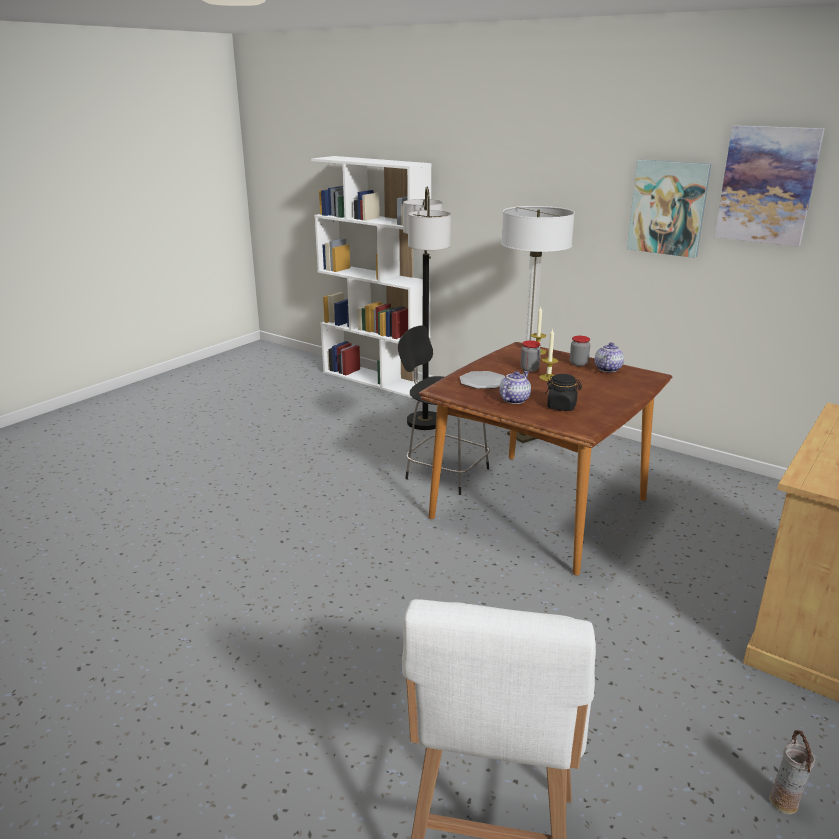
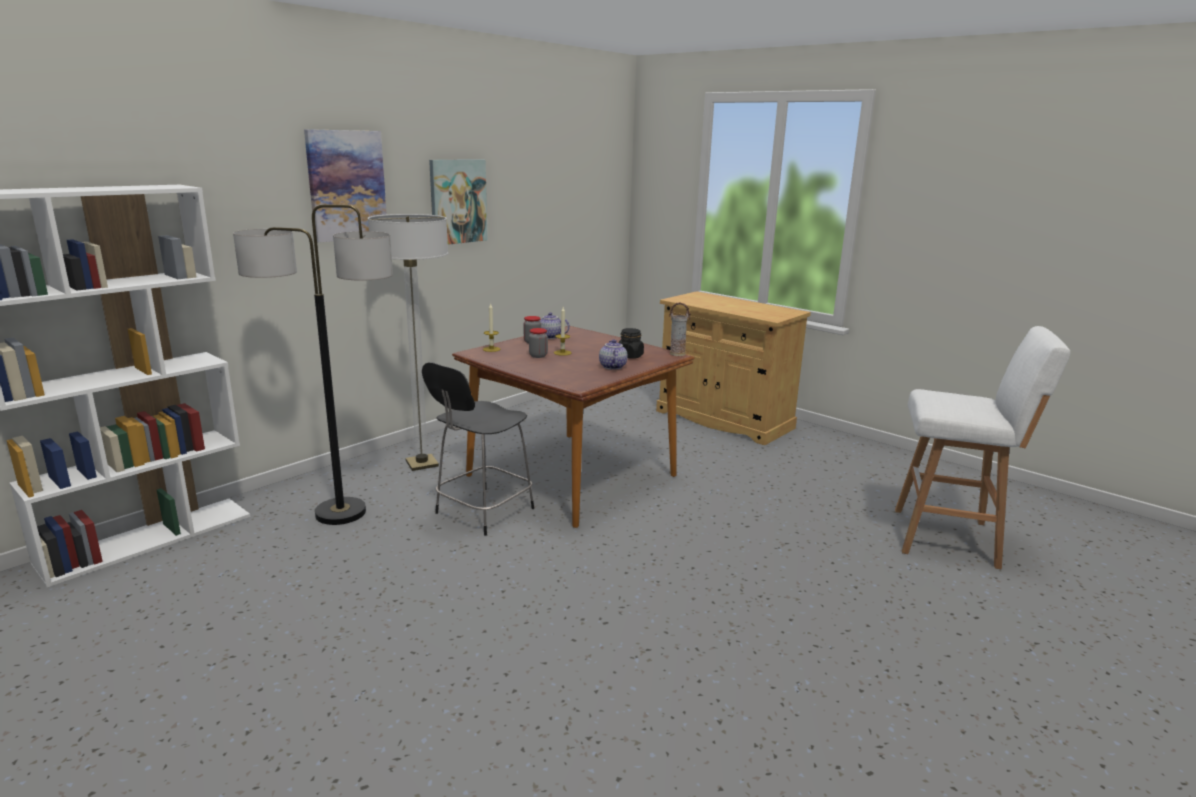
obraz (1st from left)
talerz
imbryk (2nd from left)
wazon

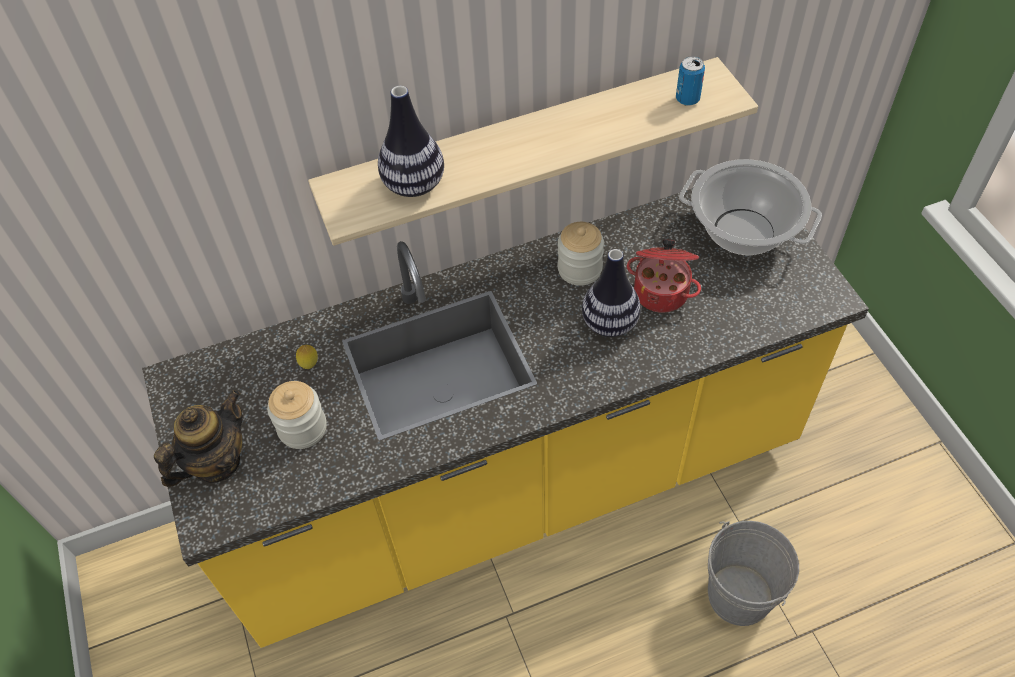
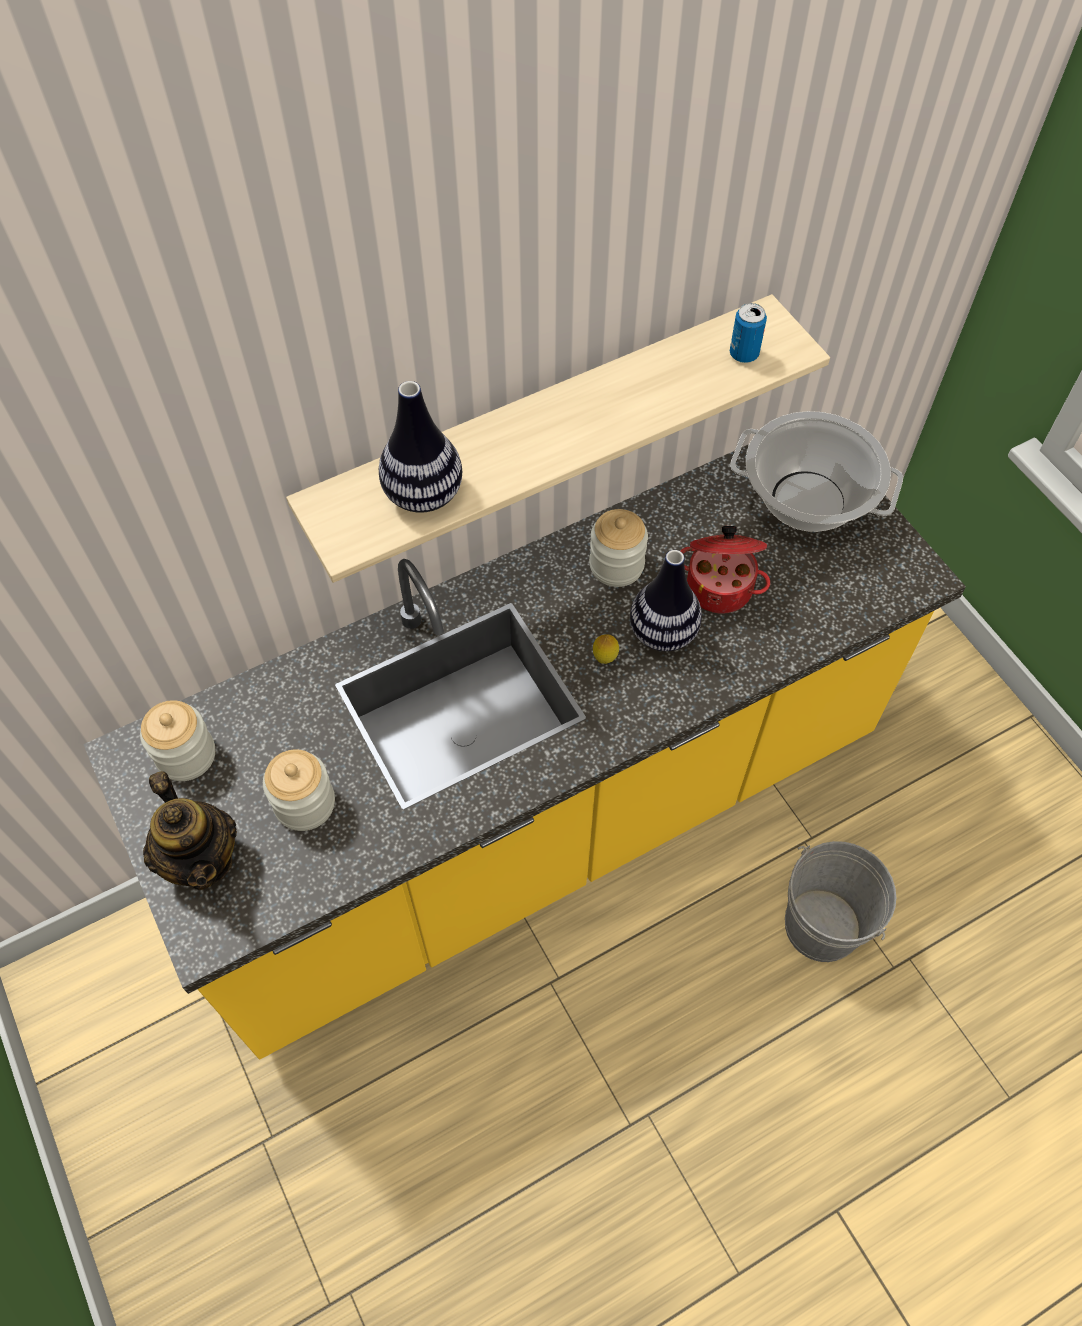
cytryna
imbryk
słoik (1st from left)

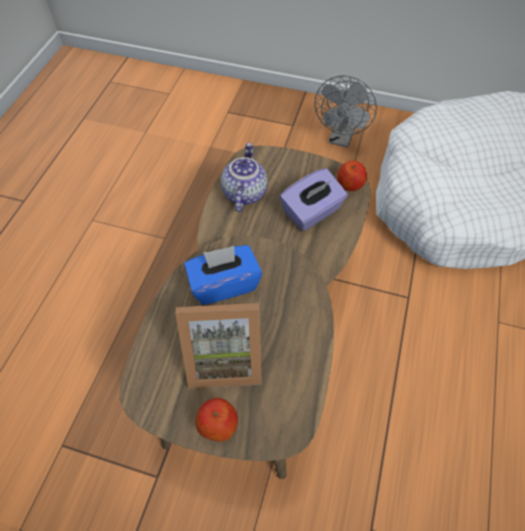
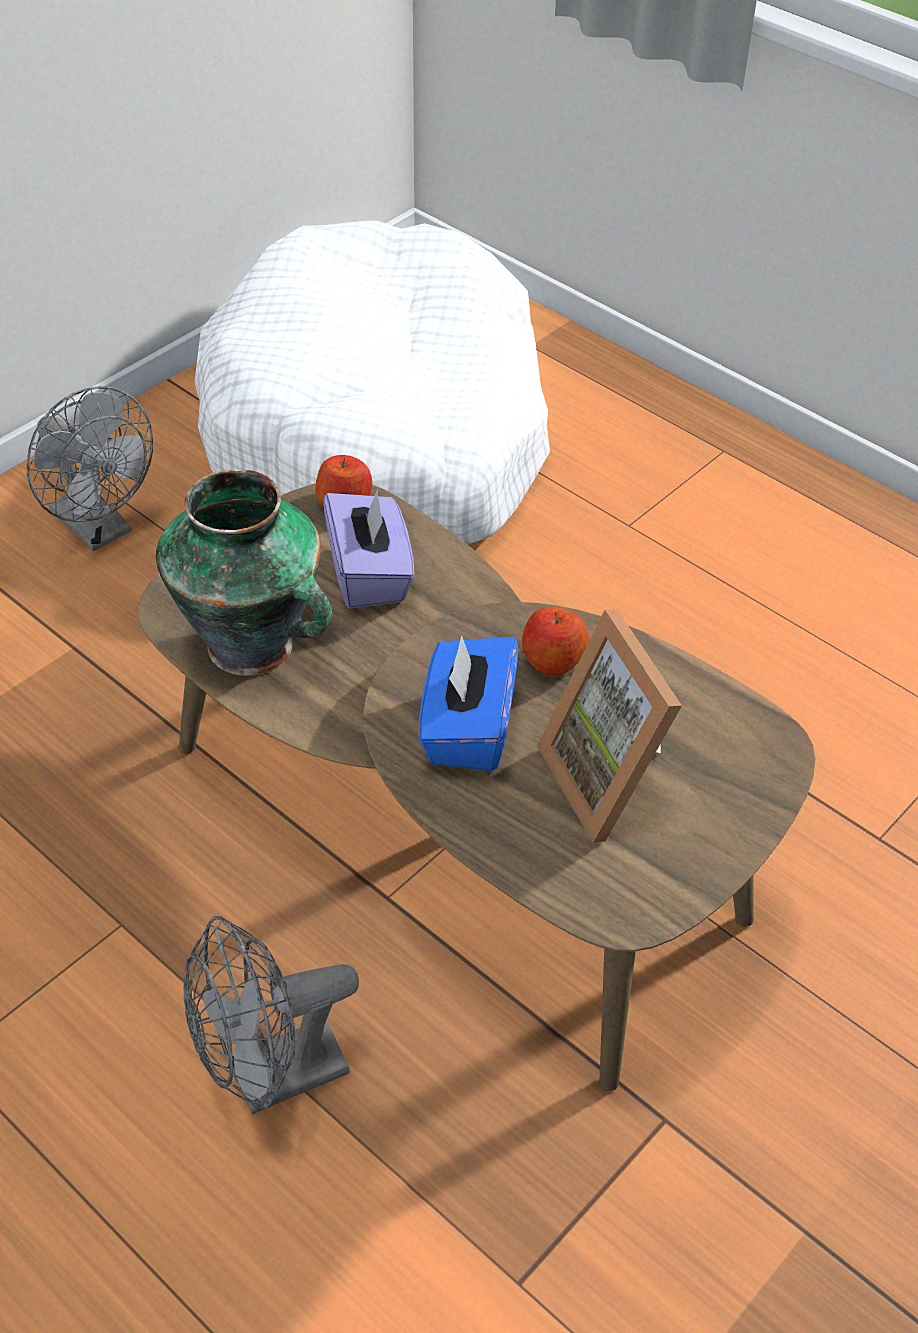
wazon
ramka na zdjęcie
jabłko (2nd from left)
wentylator/szary (2nd from left)

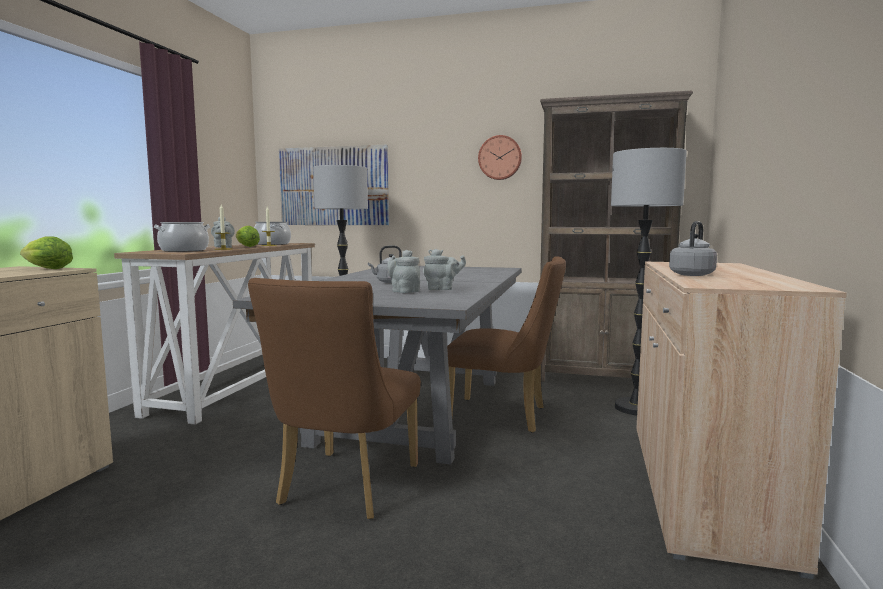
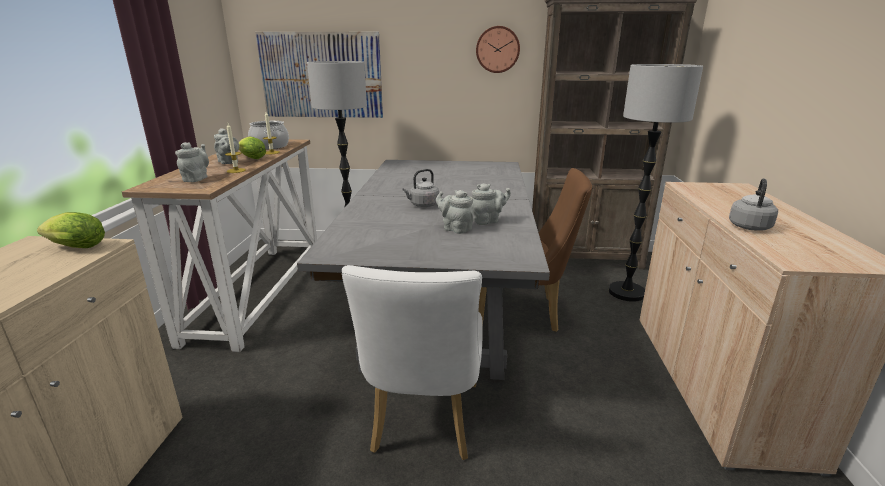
imbryk/szary (1st from left)
krzesło/biały

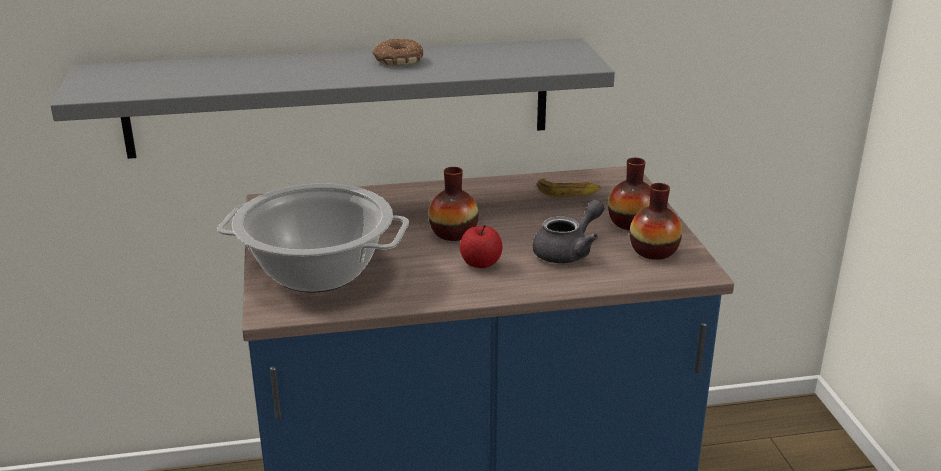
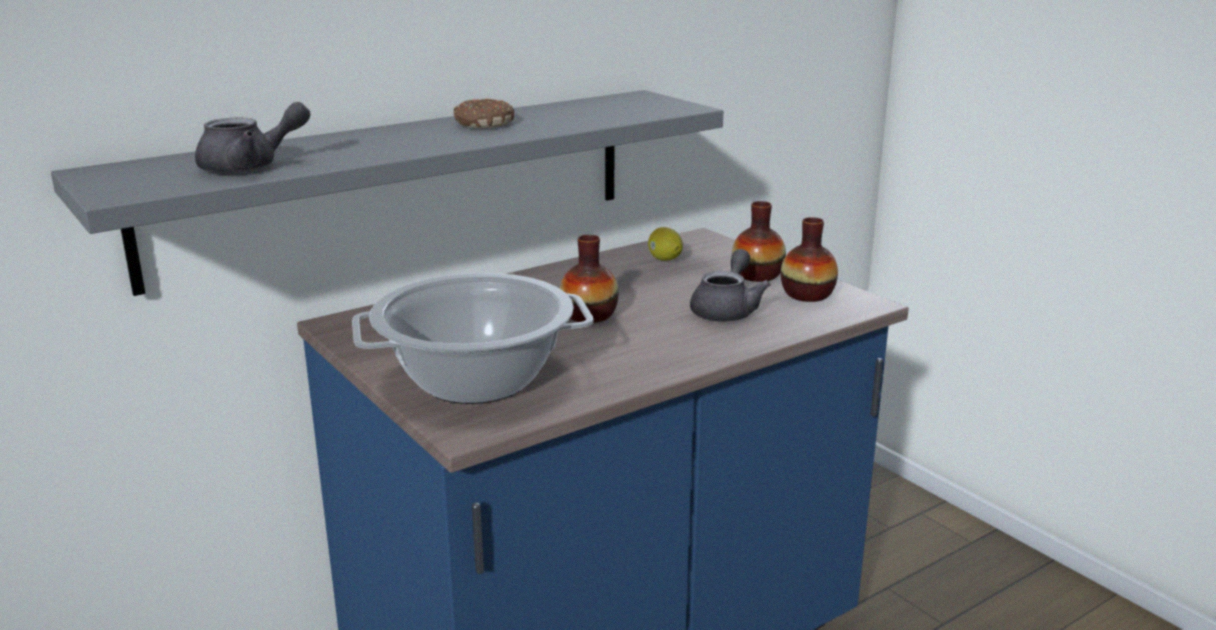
cytryna
jabłko
imbryk/szary (1st from left)

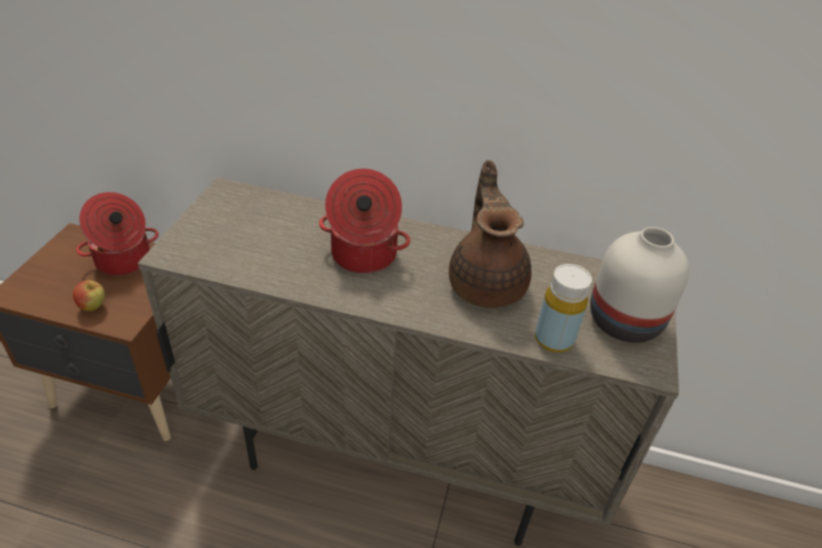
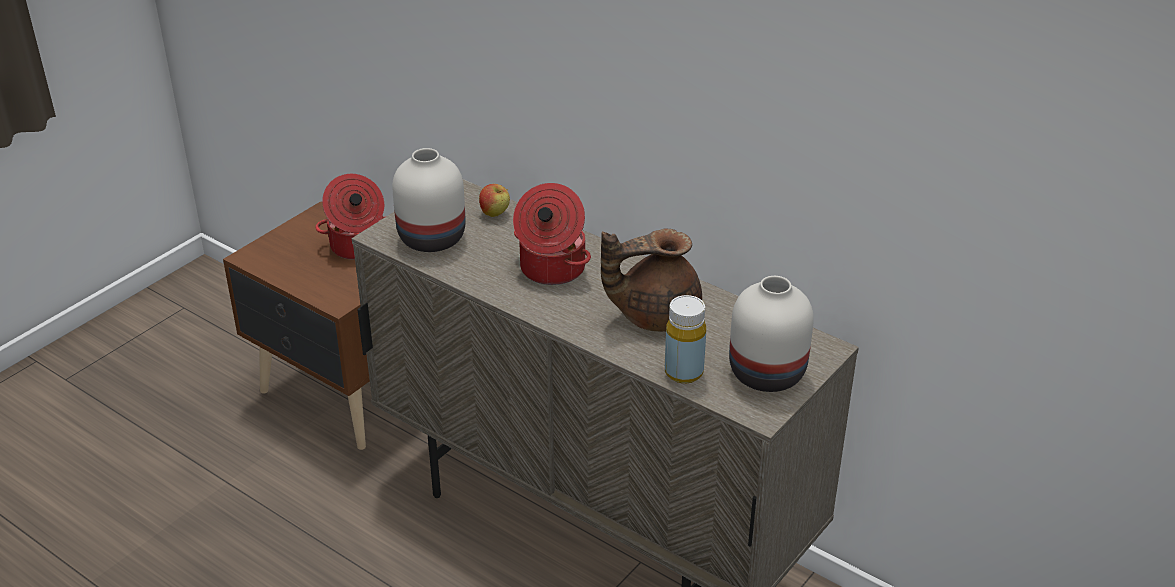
imbryk/brązowy
jabłko
wazon/biały (1st from left)

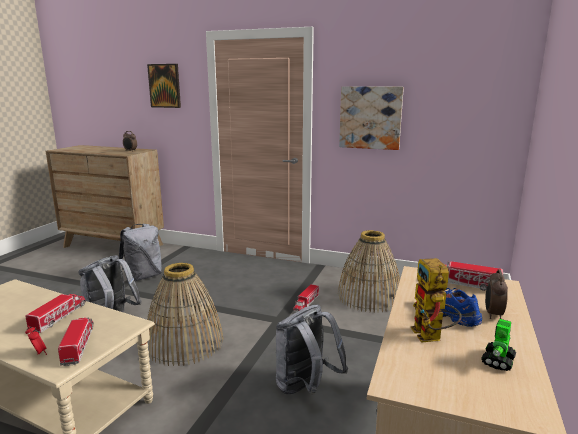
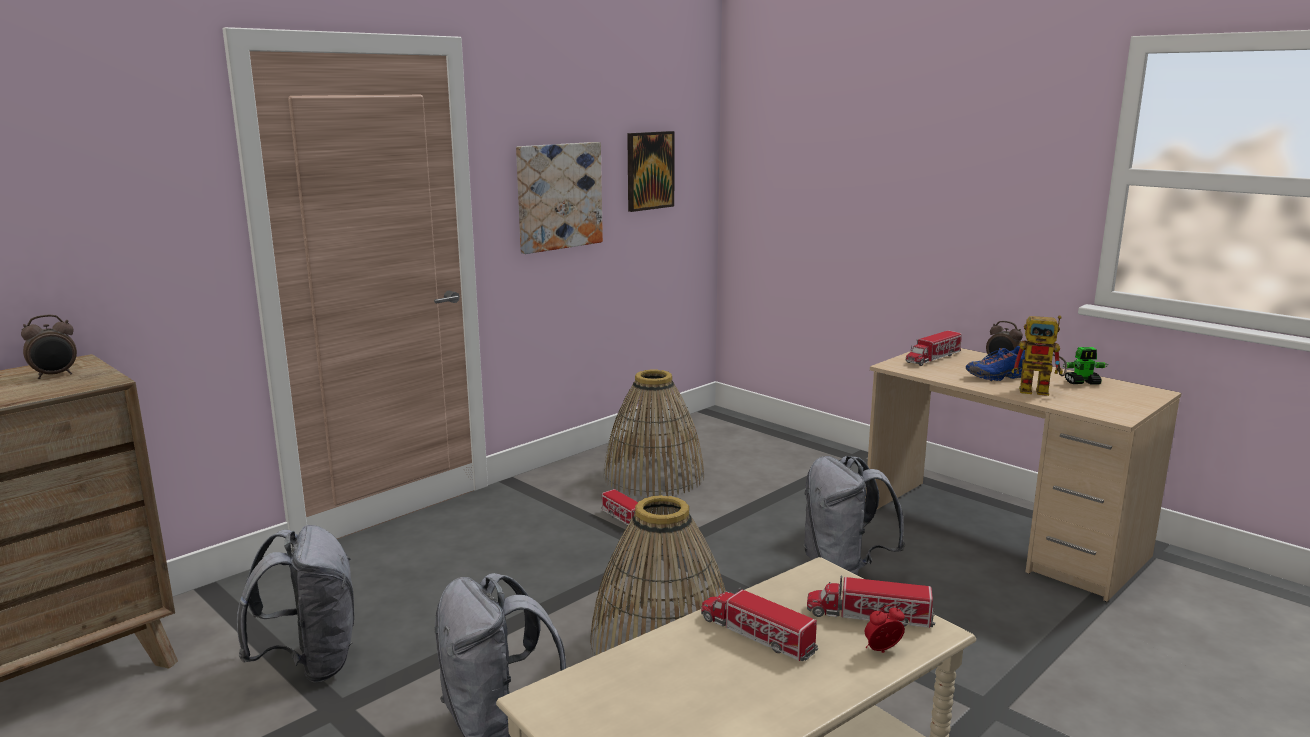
obraz (2nd from left)
robot zabawkowy (2nd from left)

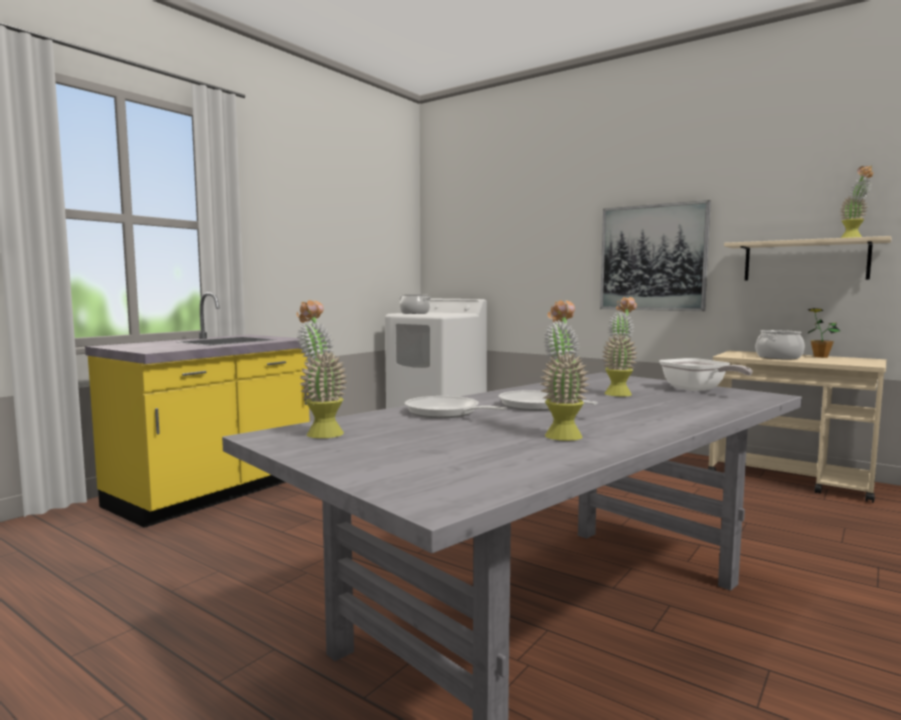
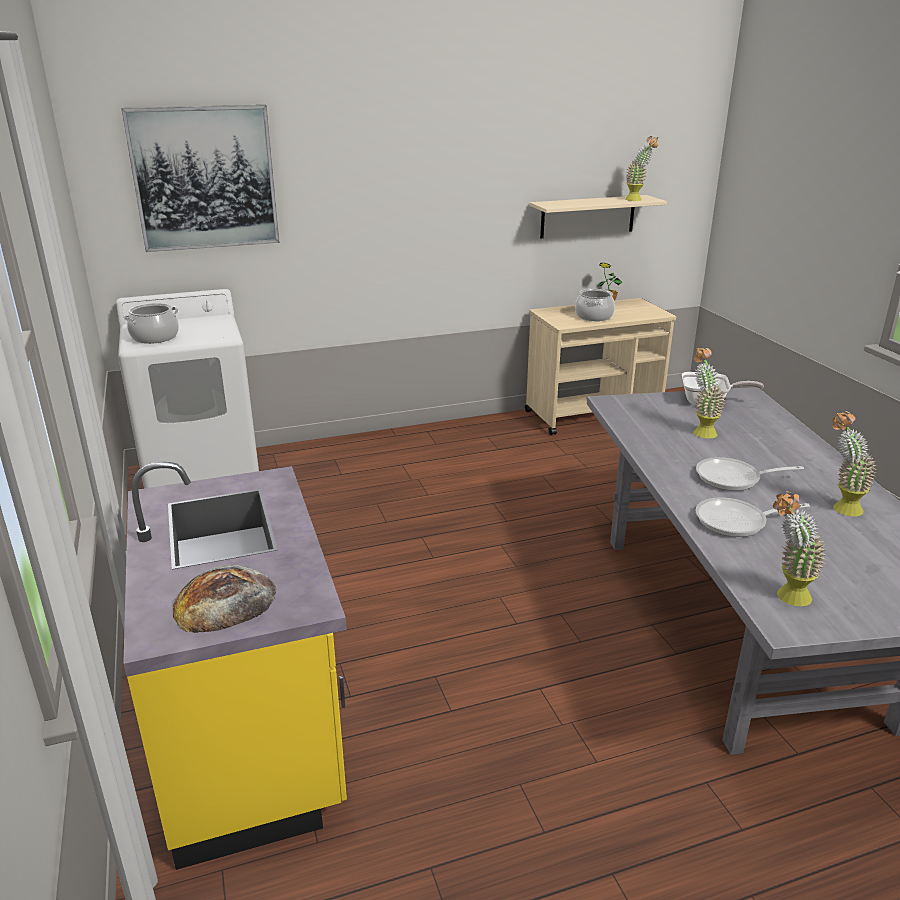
obraz
chleb

